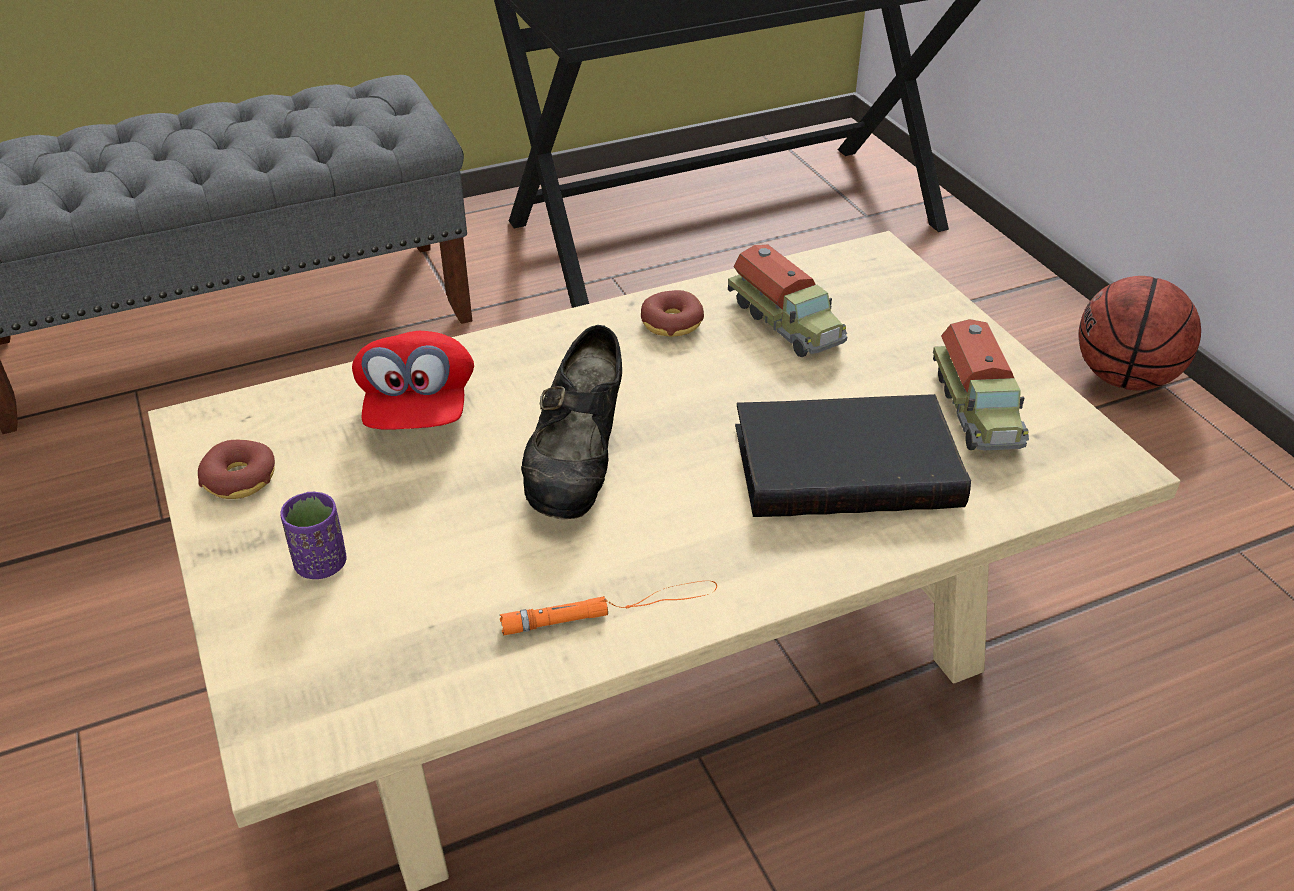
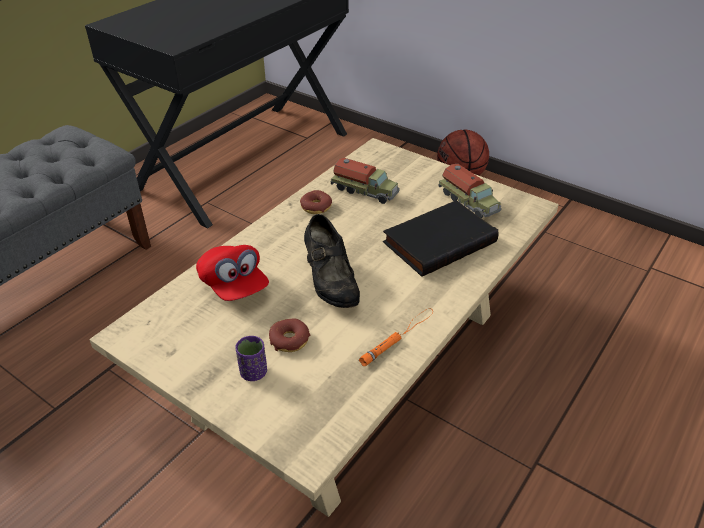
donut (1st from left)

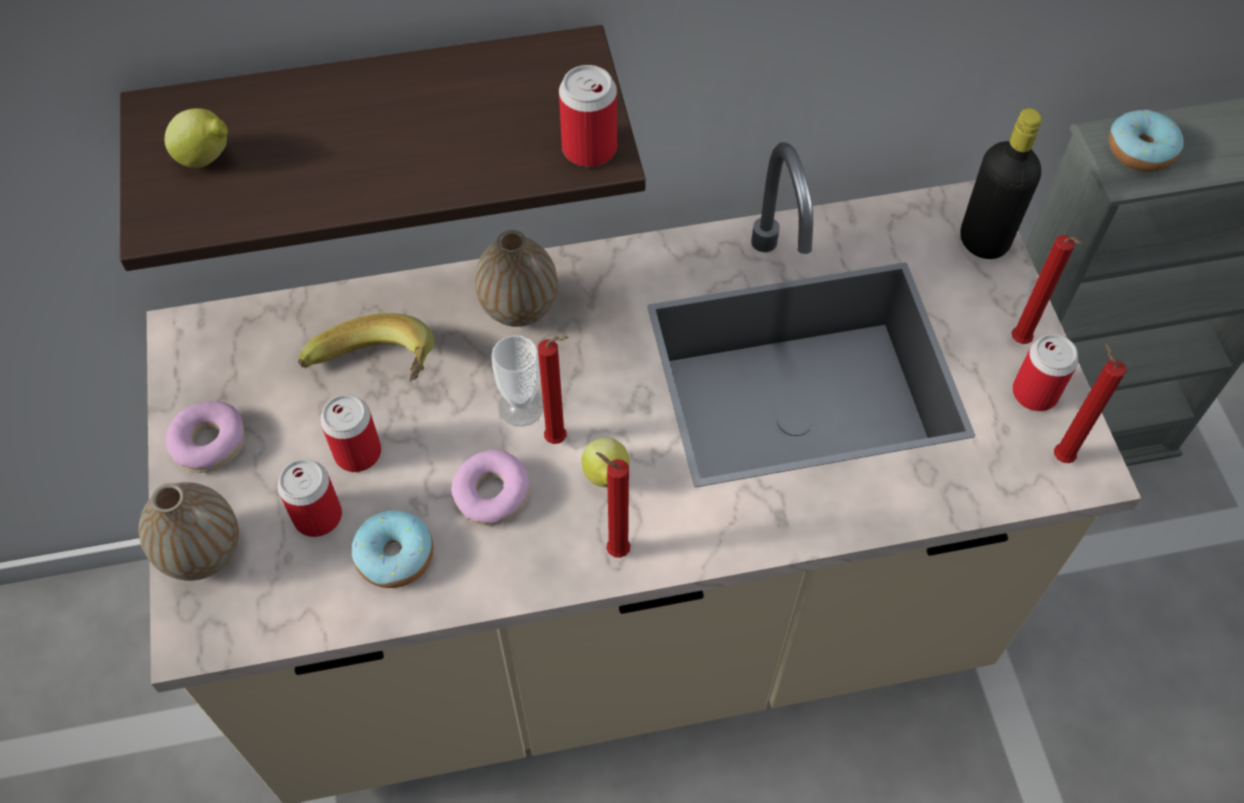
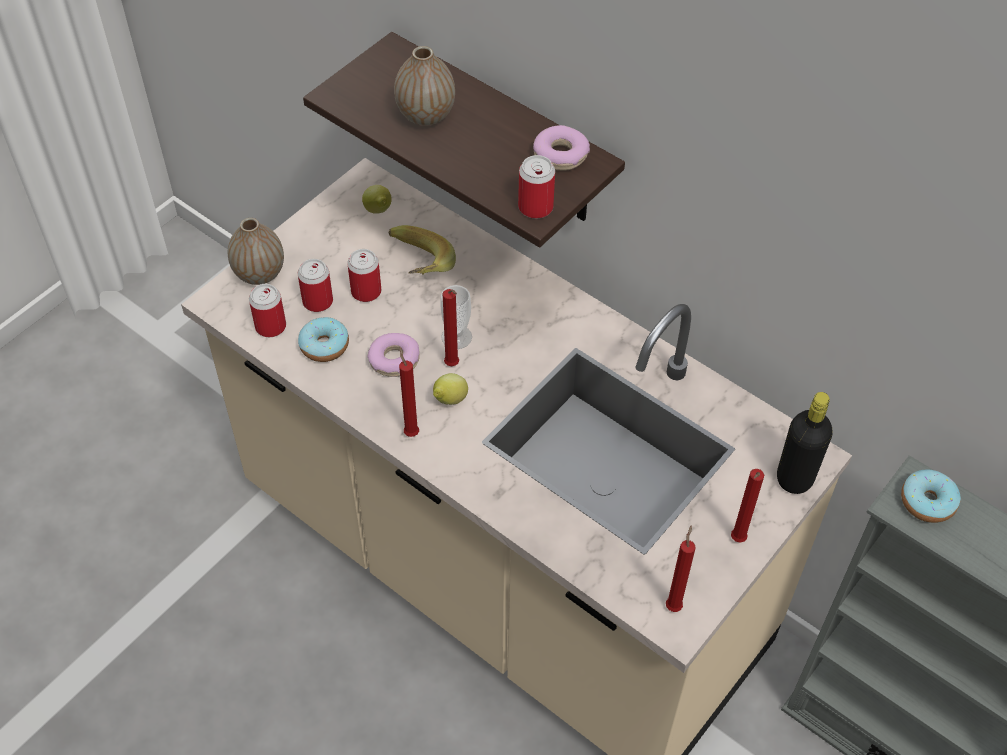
cytryna (1st from left)
wazon (2nd from left)
puszka (1st from left)
donut (3rd from left)

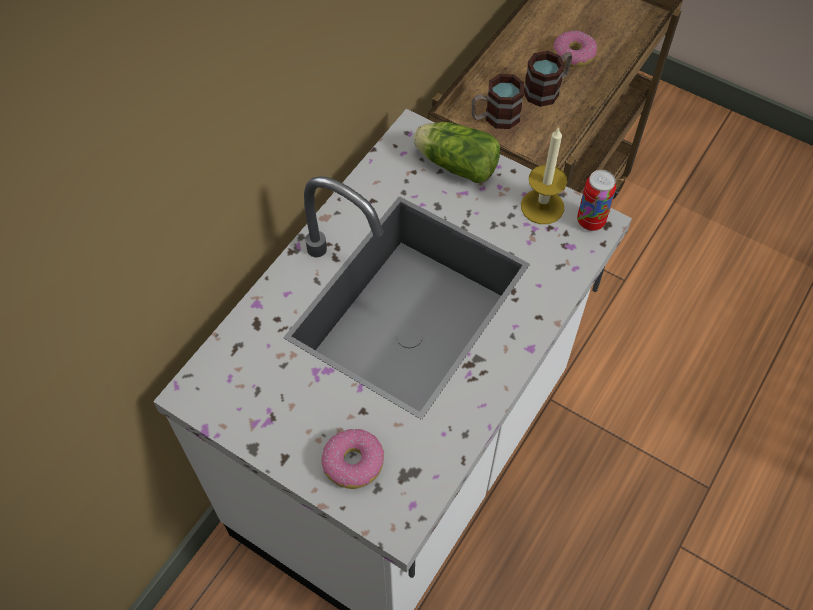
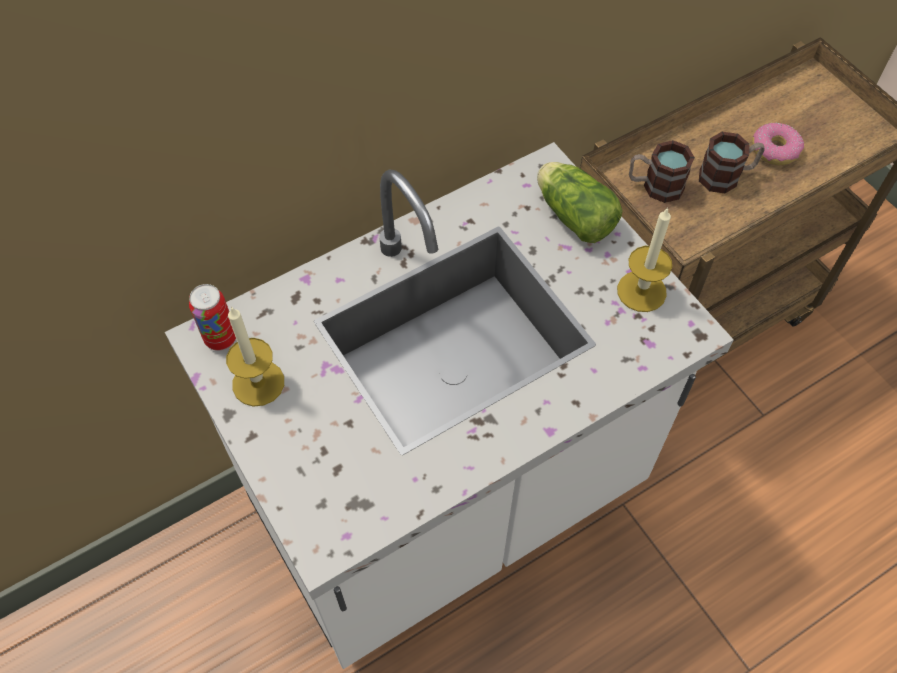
puszka
donut (1st from left in the first image)
świeca (1st from left)

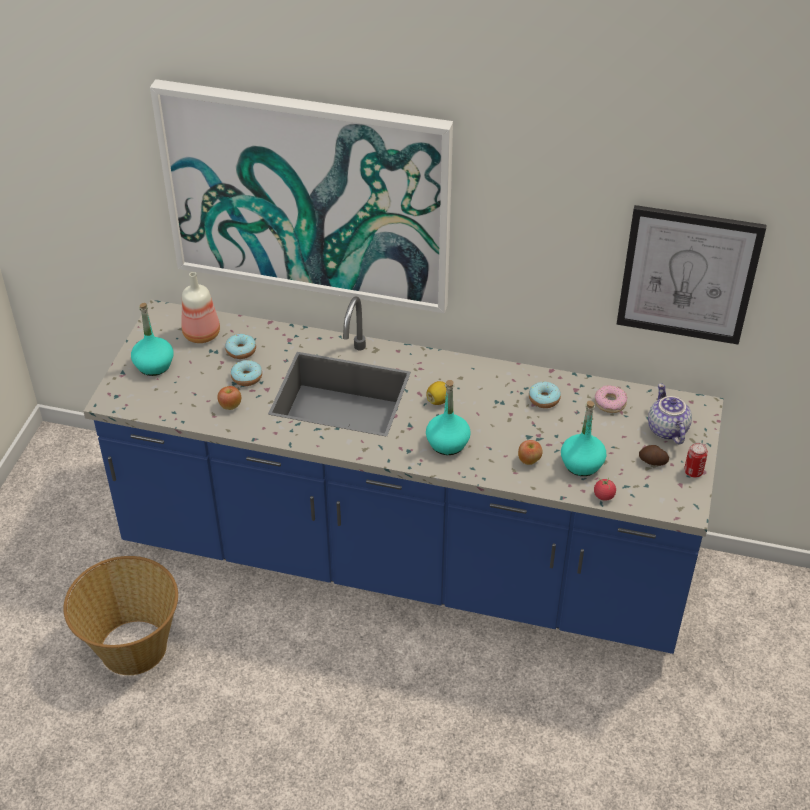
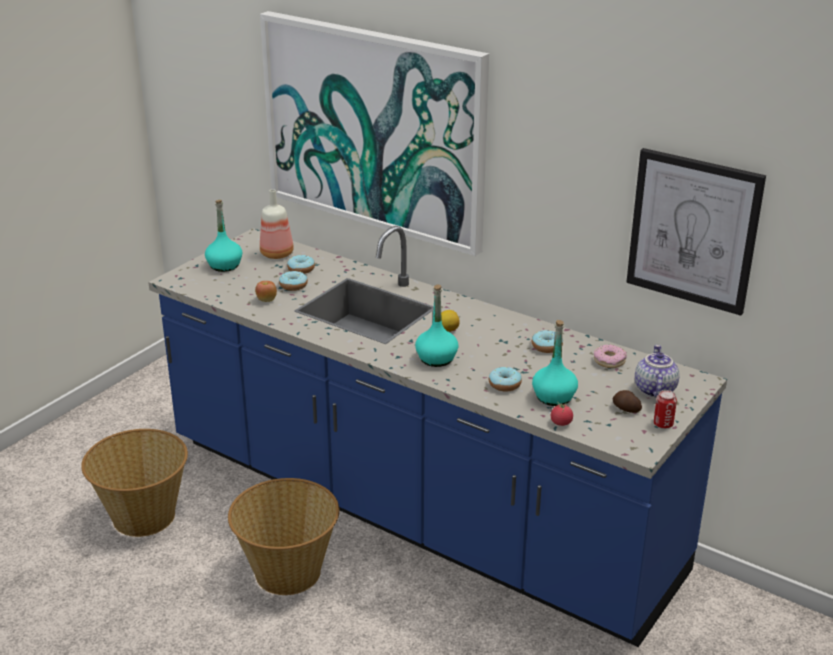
donut (3rd from left)
koszyk (2nd from left)

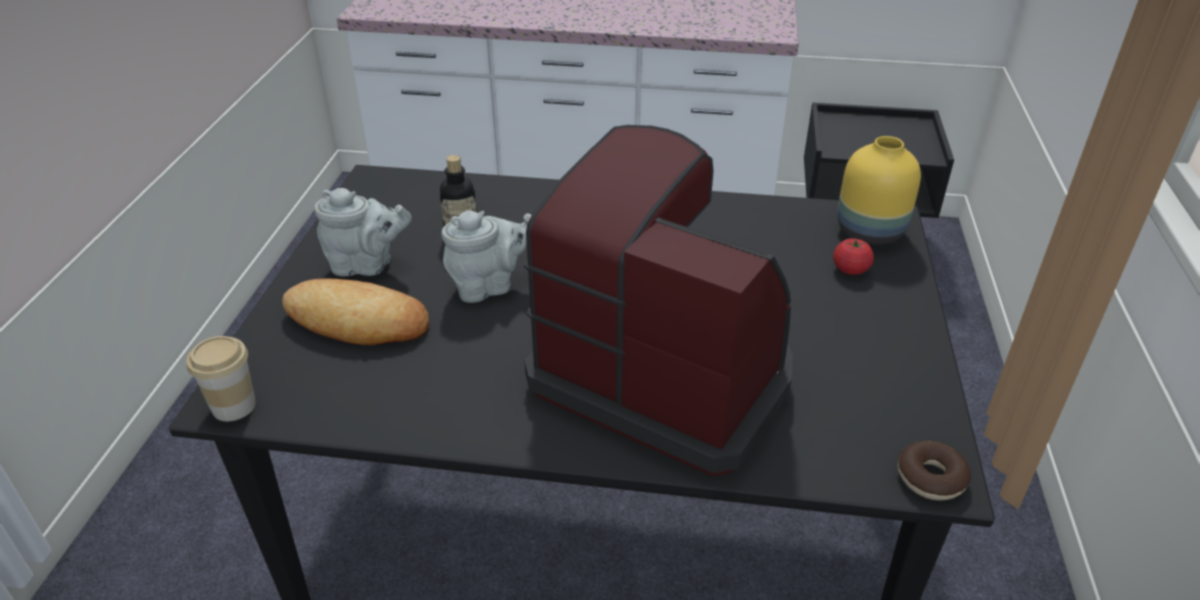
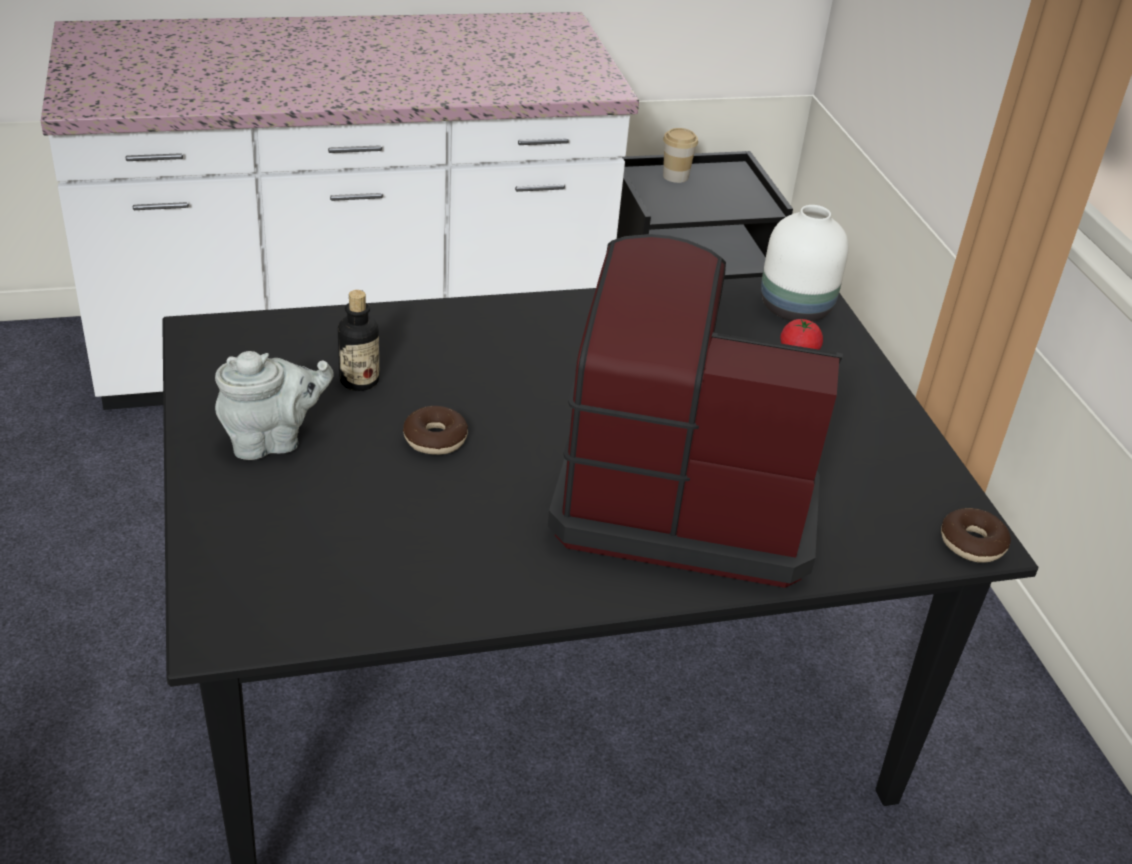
wazon/biały
donut (1st from left)
chleb
filiżanka

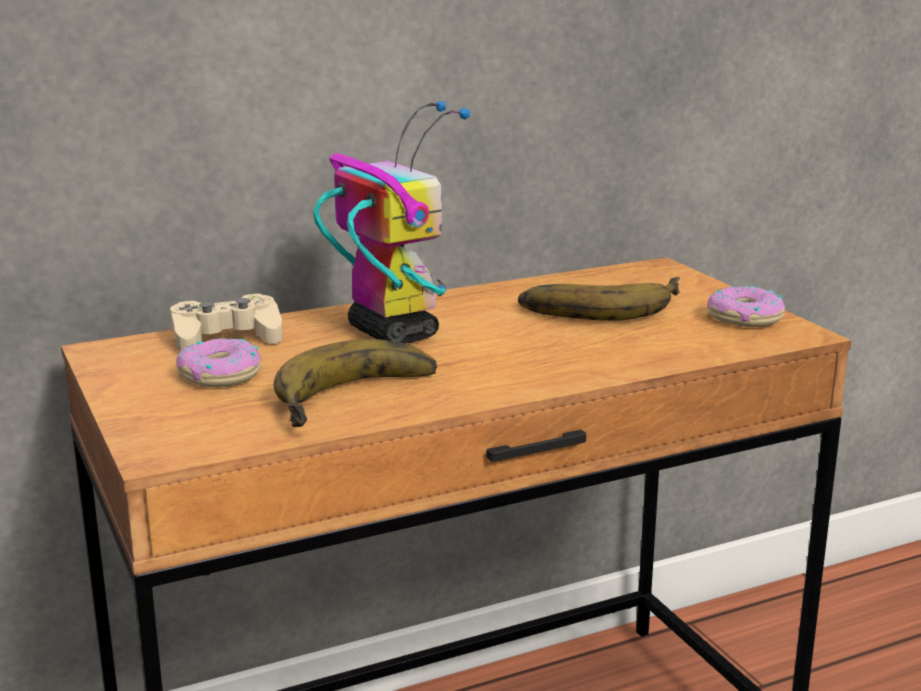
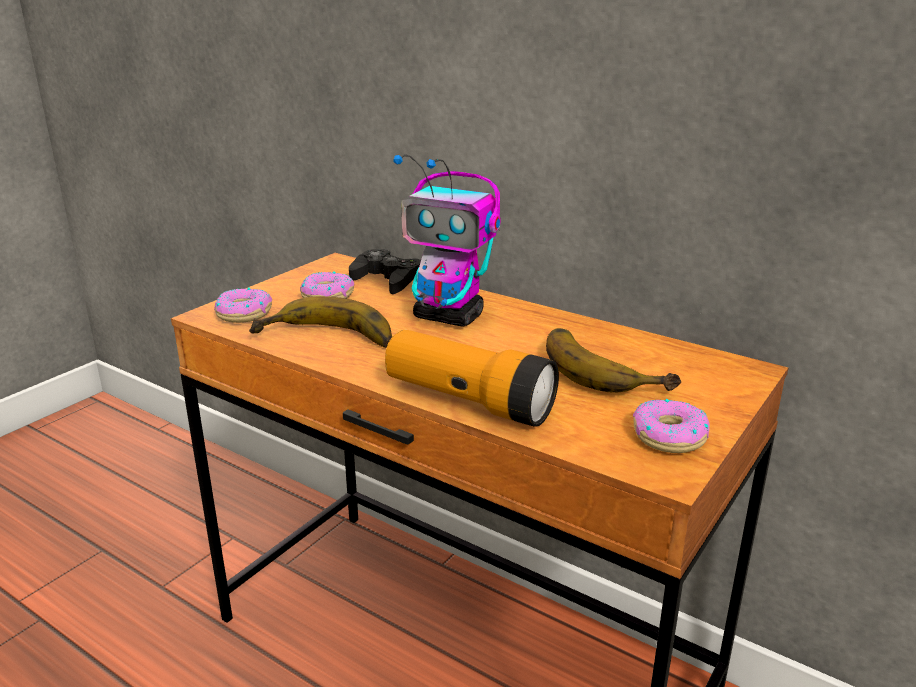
robot zabawkowy
pad do gier/czarny
donut (1st from left)
latarka

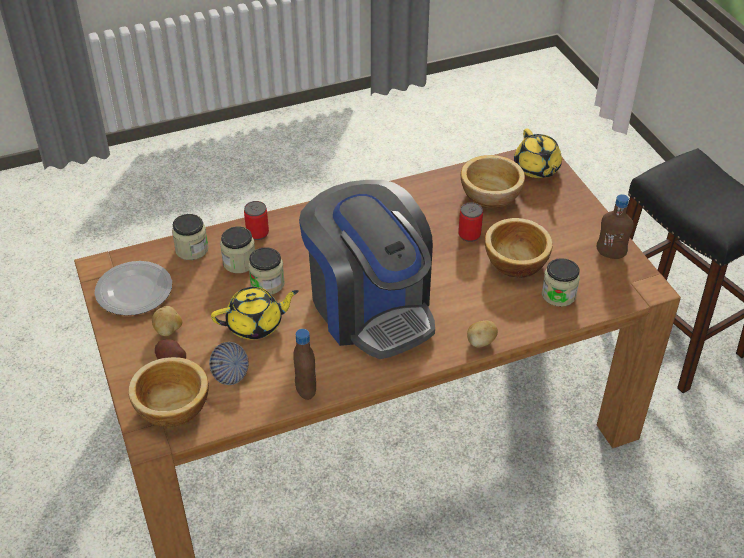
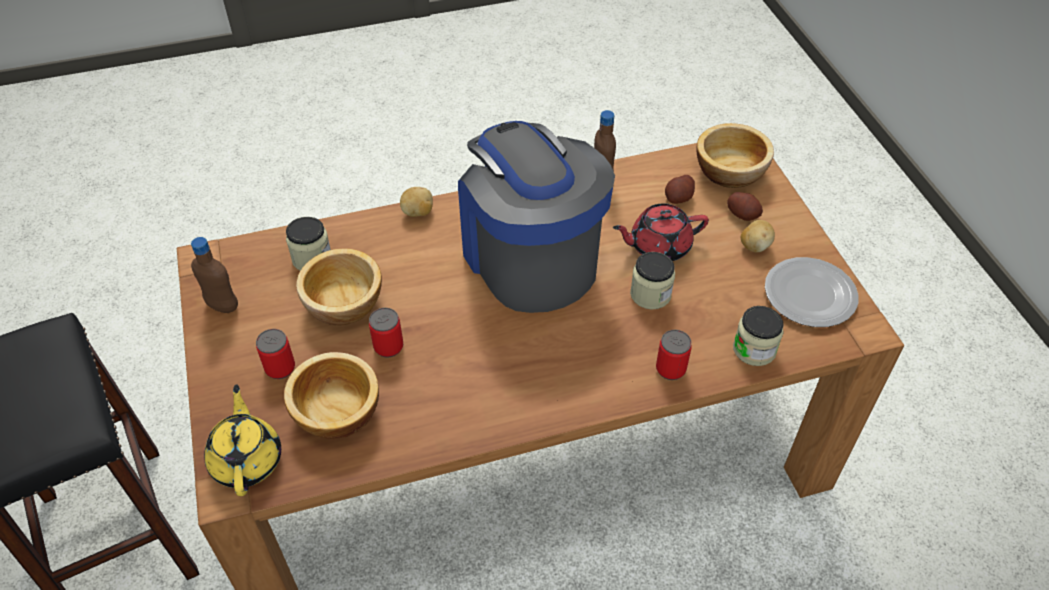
słoik (2nd from left in the first image)
imbryk/czerwony
ziemniak (2nd from left)
puszka (1st from left)

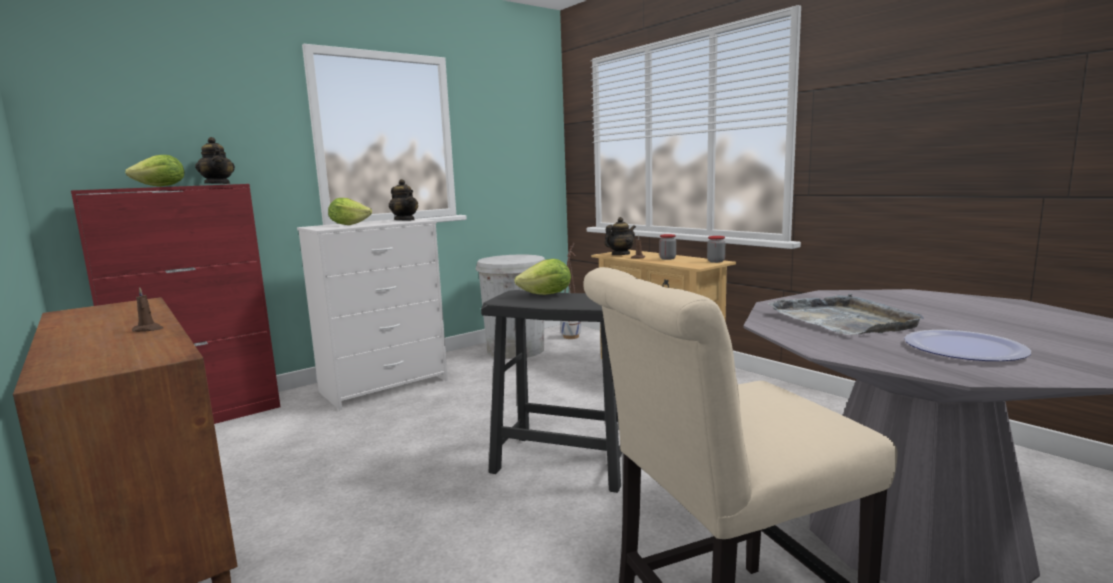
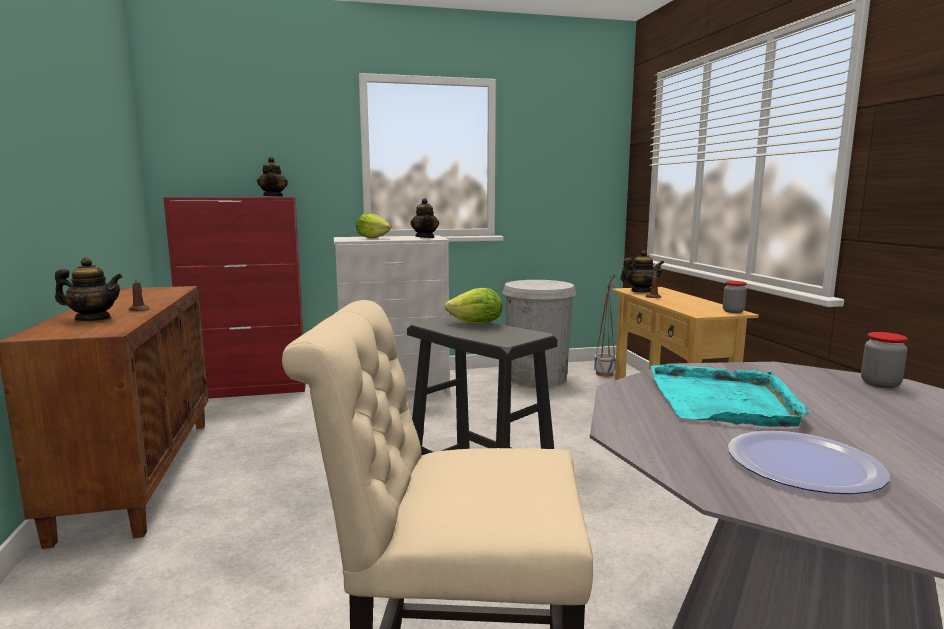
sałata (1st from left in the first image)
słoik (2nd from left)
taca/turkusowy
imbryk (1st from left)

